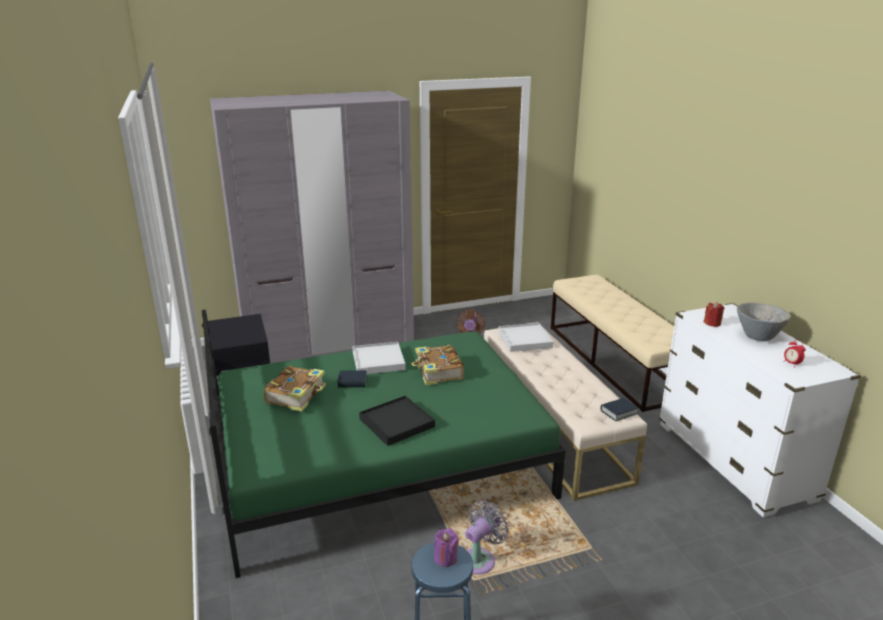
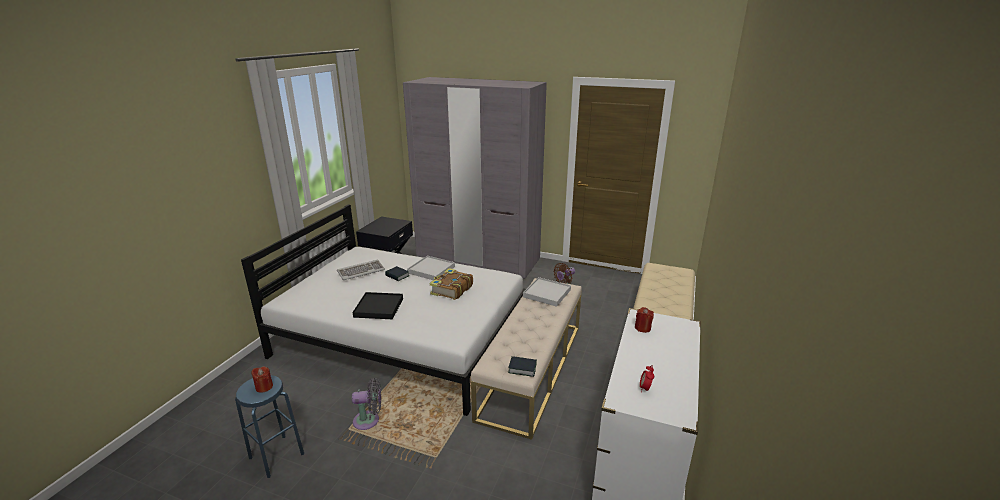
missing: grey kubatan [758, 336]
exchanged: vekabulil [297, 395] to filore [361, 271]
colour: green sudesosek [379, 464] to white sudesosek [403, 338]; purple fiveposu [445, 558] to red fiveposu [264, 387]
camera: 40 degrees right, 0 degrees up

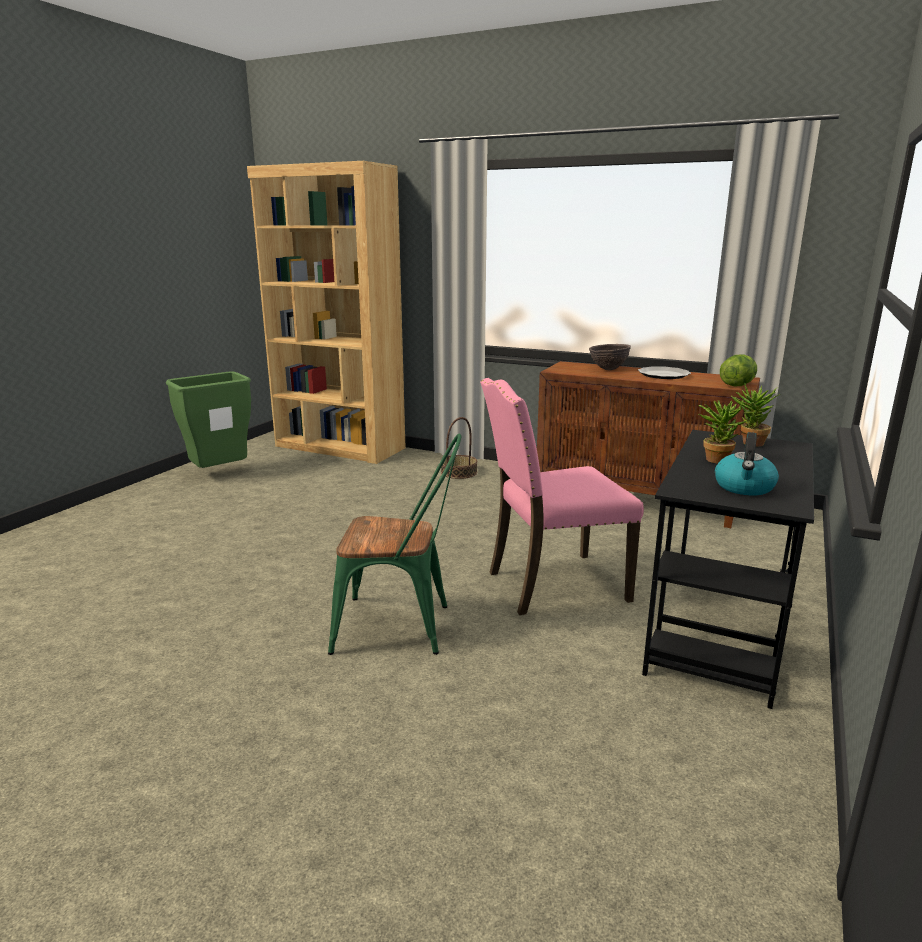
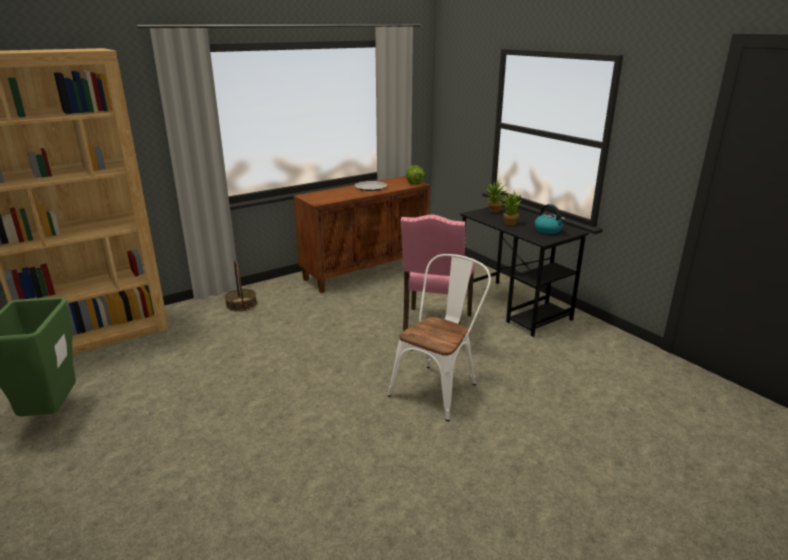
missing: brown kubatan [608, 369]
colour: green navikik [403, 627] to white navikik [438, 387]
camera: 60 degrees left, 5 degrees up

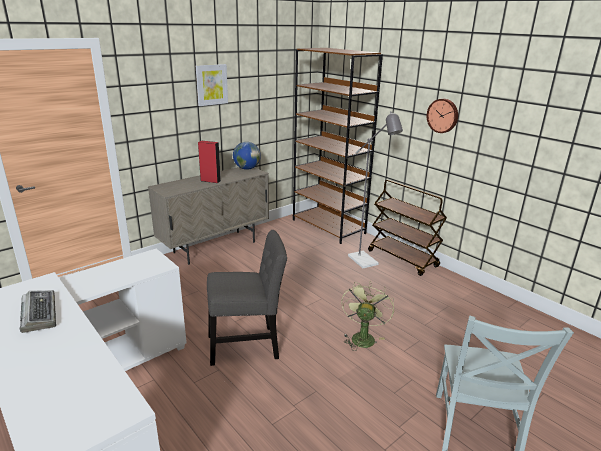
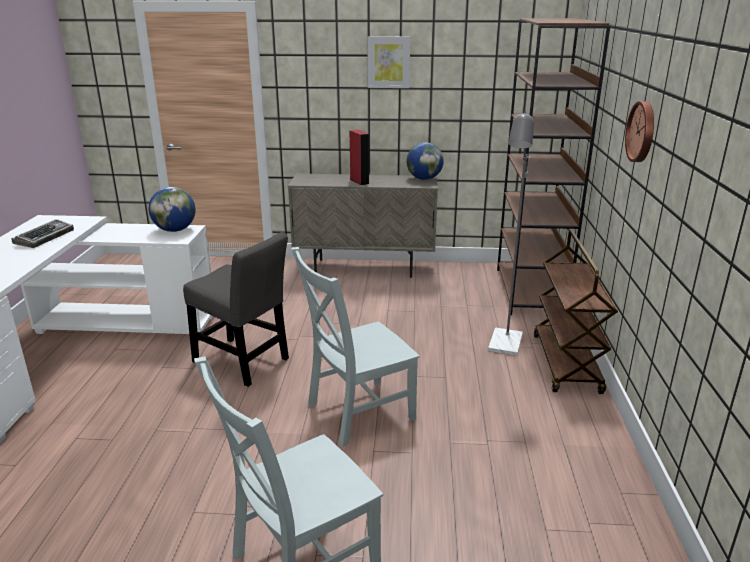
appeared: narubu [175, 230]
exchanged: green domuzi [362, 336] to grey navikik [356, 413]
camera: 45 degrees right, 0 degrees up

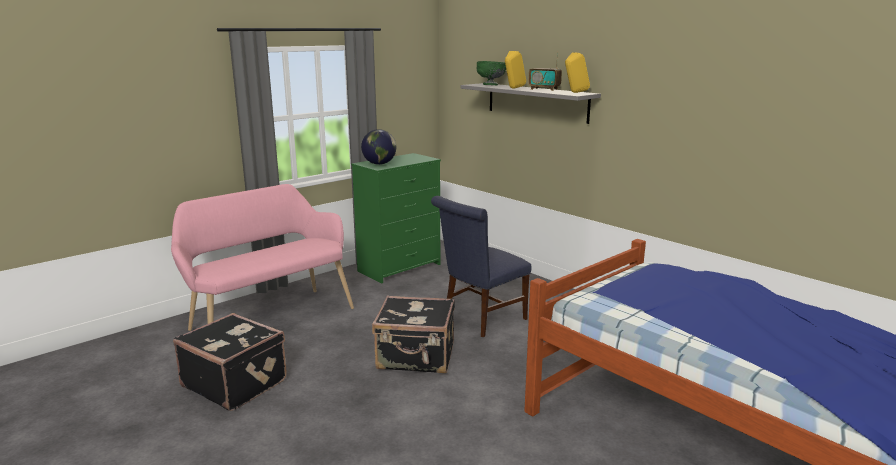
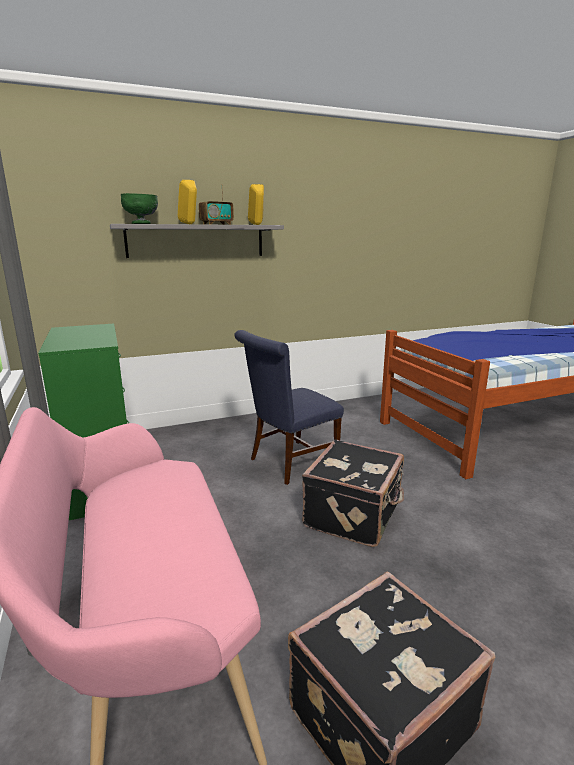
missing: narubu [379, 164]
spun: blue navikik [480, 319] = [289, 463] 75 degrees clockwise
camera: 70 degrees left, 0 degrees up

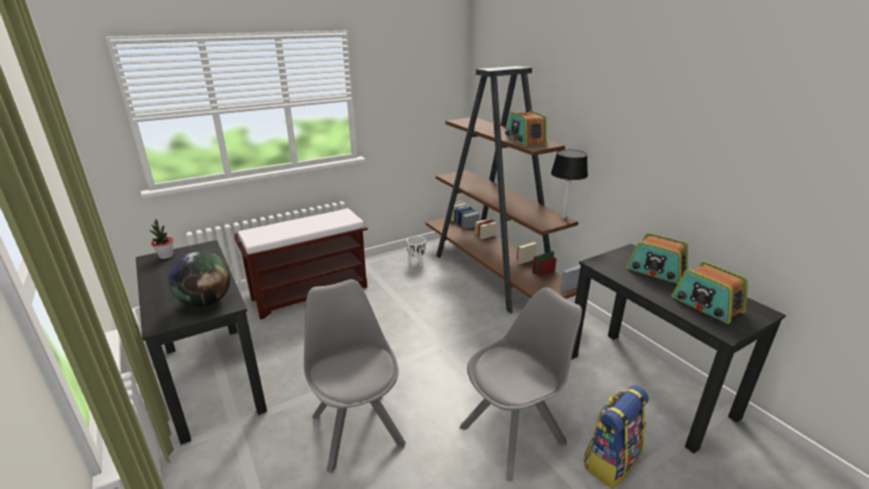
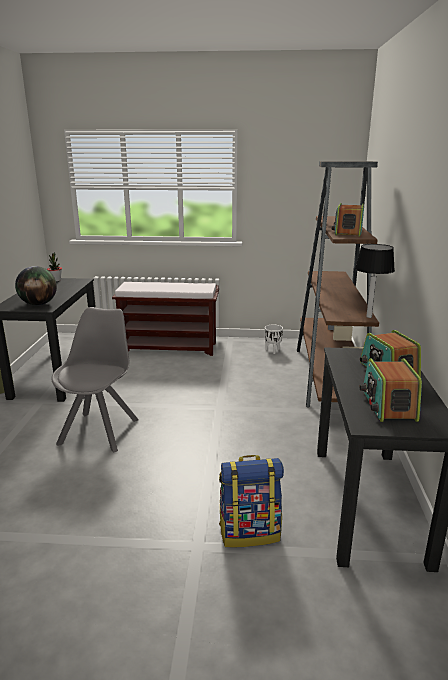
missing: grey navikik [514, 433]
camera: 35 degrees right, 5 degrees down

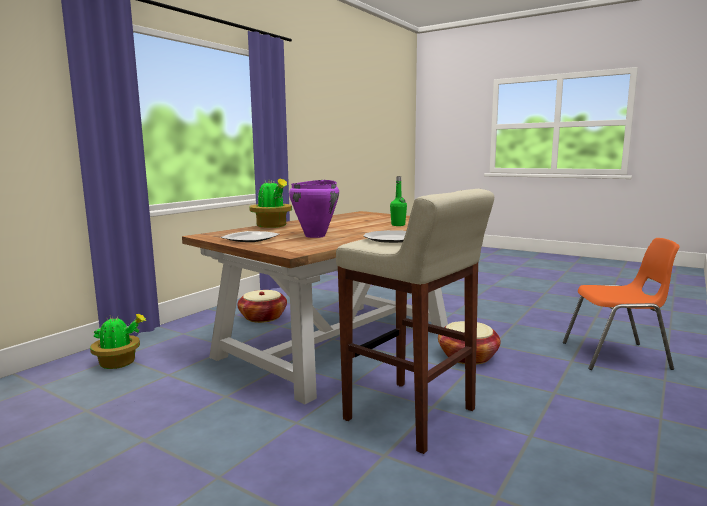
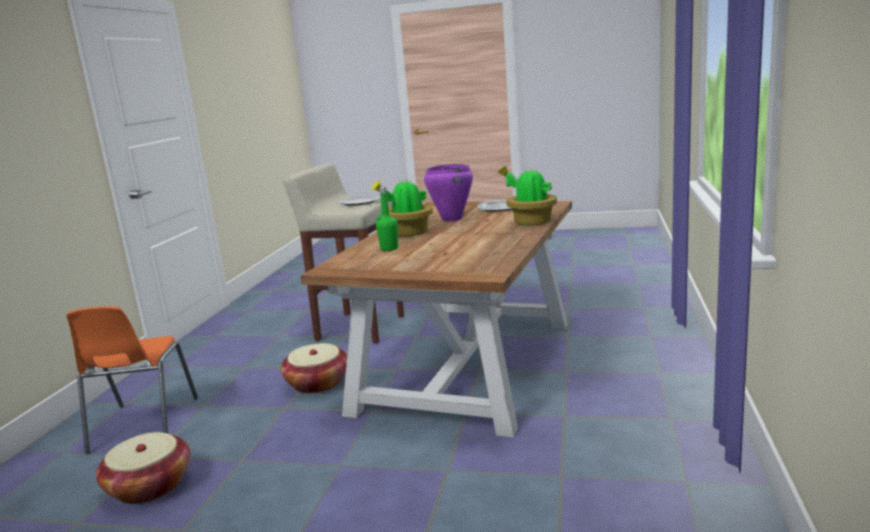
relocated: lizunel [119, 363] to [408, 233]; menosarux [263, 317] to [150, 486]
spun: orange navikik [617, 356] = [142, 425] 75 degrees counterclockwise
camera: 160 degrees right, 5 degrees up

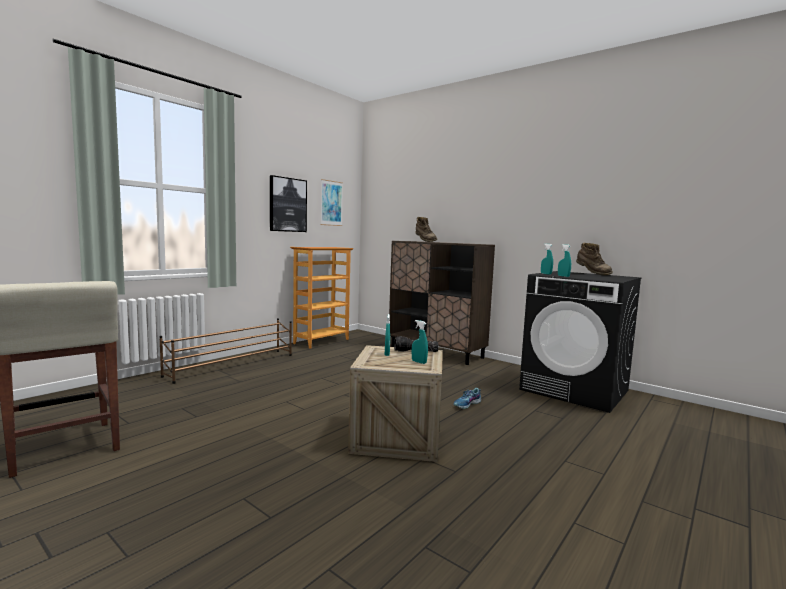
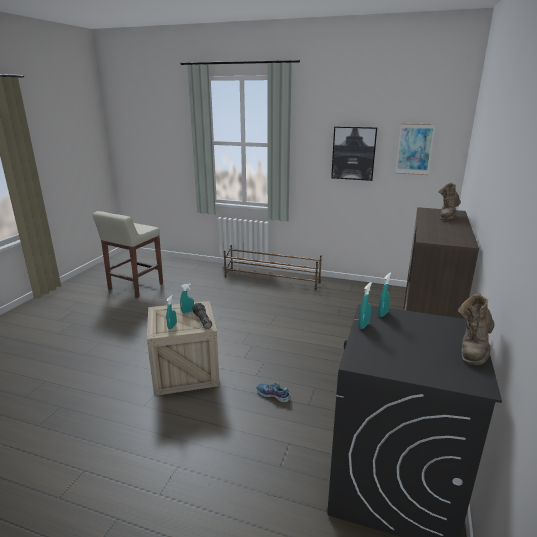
missing: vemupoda [321, 341]
camera: 70 degrees right, 15 degrees up

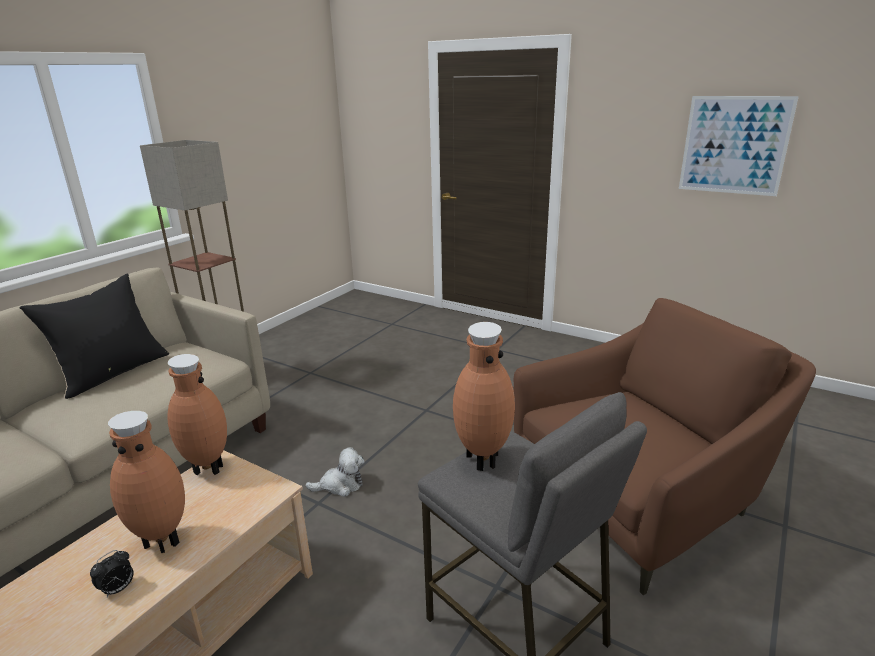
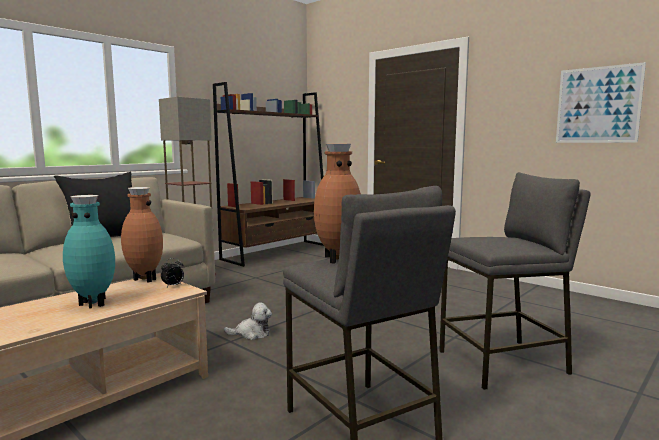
appeared: brown vemupoda [278, 252]
relocated: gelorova [118, 589] to [173, 286]
exchanged: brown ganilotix [641, 497] to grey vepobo [503, 363]
colour: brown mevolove [163, 540] to turquoise mevolove [94, 303]
camera: 10 degrees right, 15 degrees down

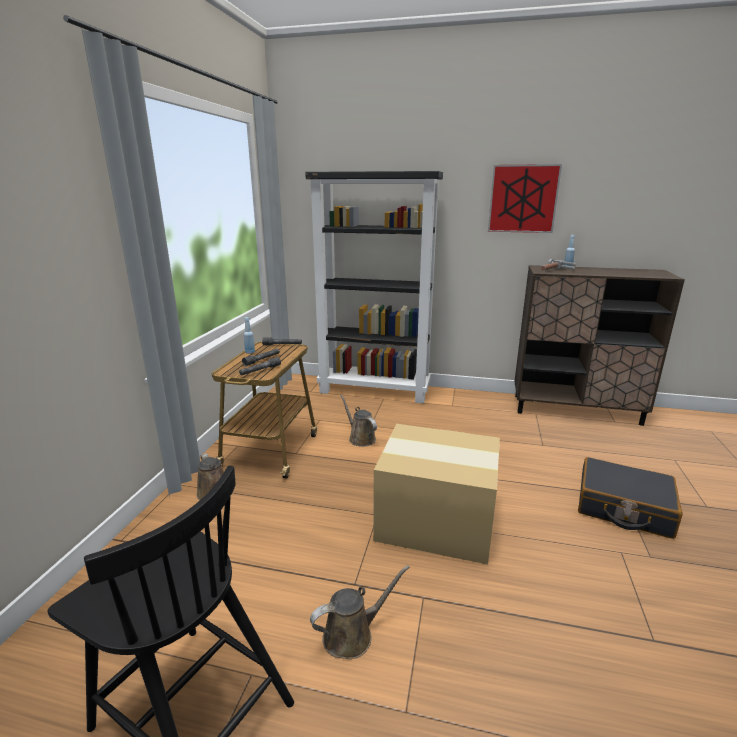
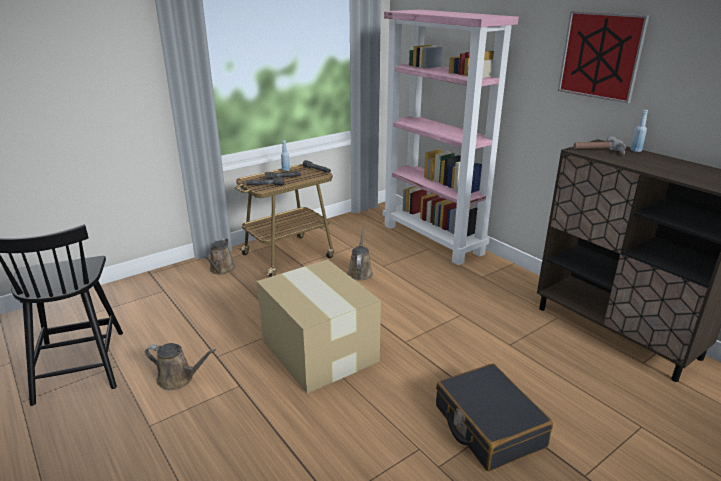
colour: black vemupoda [375, 390] to pink vemupoda [433, 239]
camera: 40 degrees right, 5 degrees up

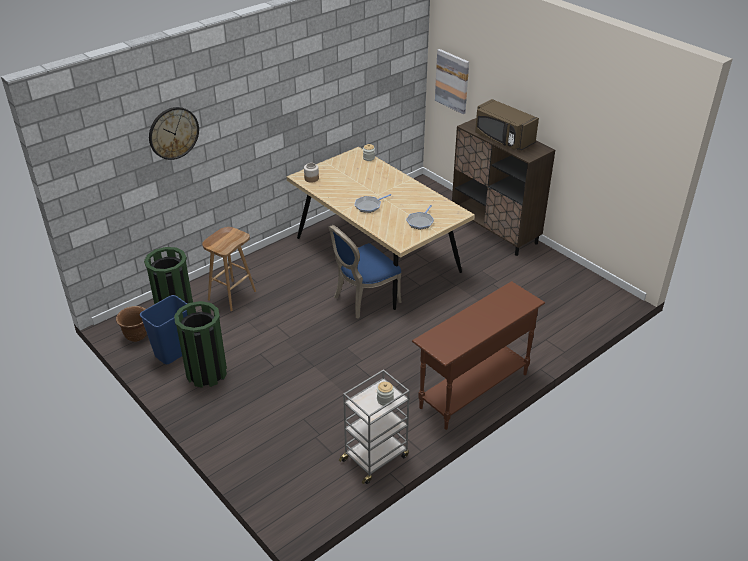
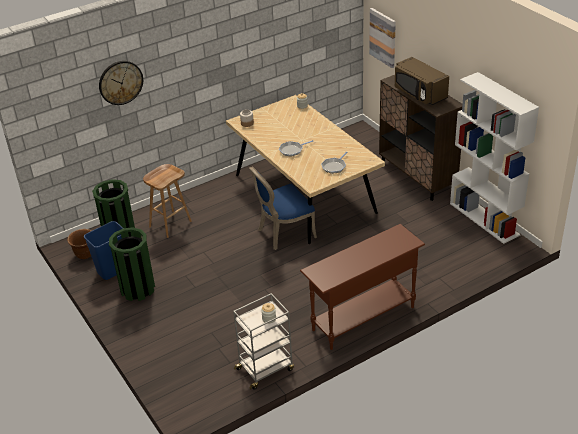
appeared: white vemupoda [485, 219]
camera: 10 degrees right, 0 degrees up

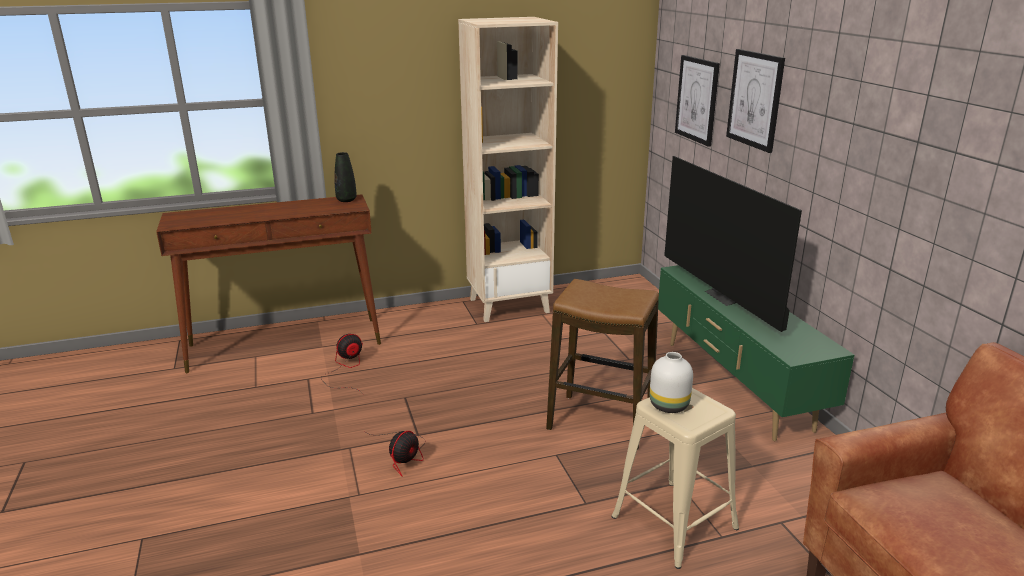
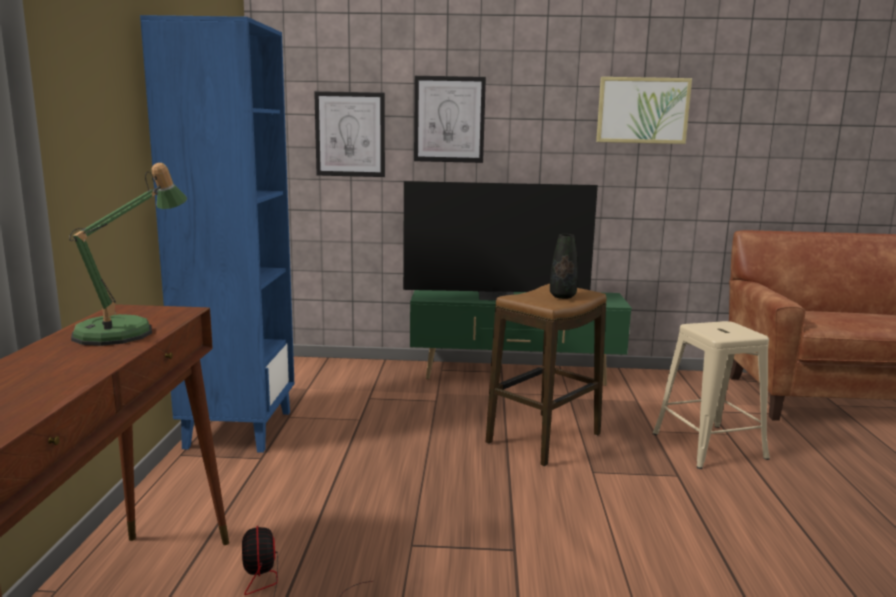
missing: domuzi [403, 455]; white mevolove [669, 406]
appeared: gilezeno [126, 331]; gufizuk [642, 110]
relocated: black mevolove [346, 200] to [562, 296]
colour: beige vemupoda [509, 305] to blue vemupoda [238, 429]
camera: 70 degrees left, 10 degrees down

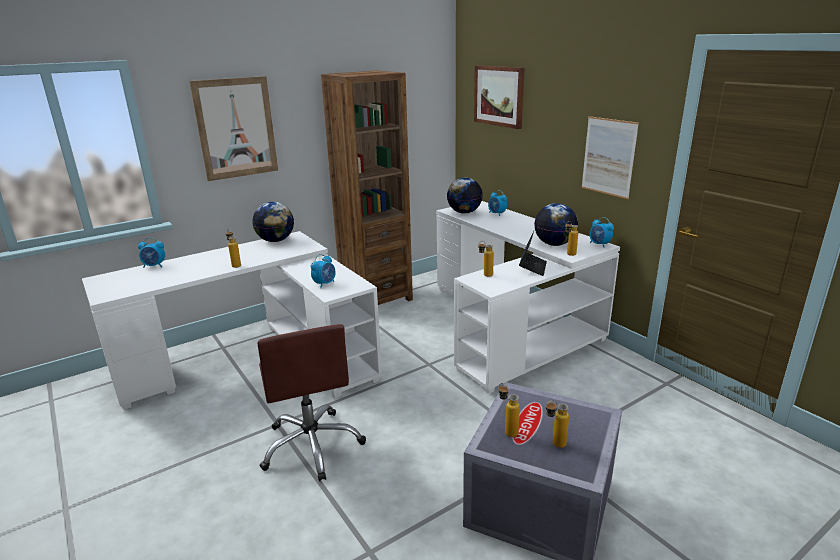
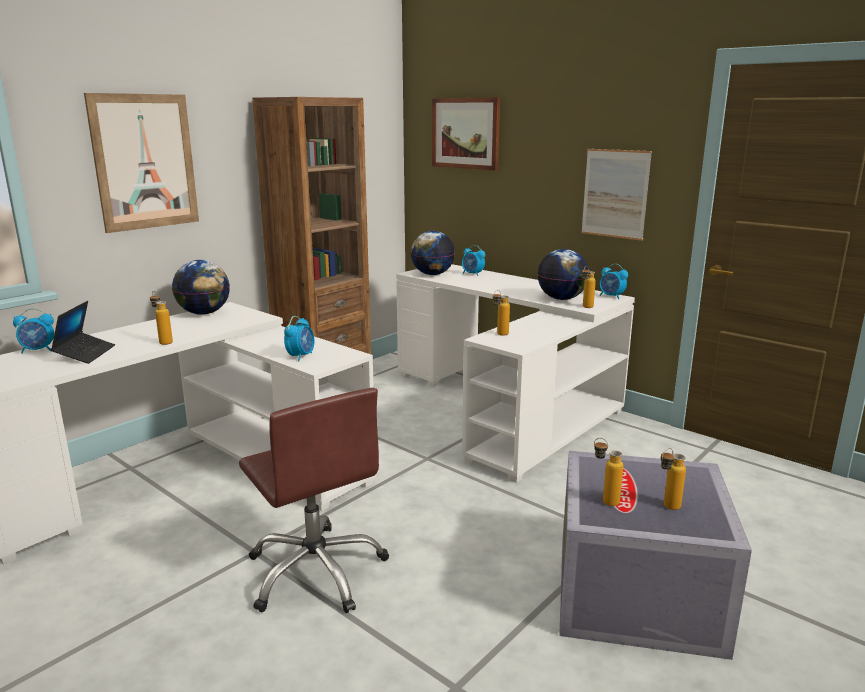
relocated: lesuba [532, 267] to [85, 354]
camera: 15 degrees left, 5 degrees down

